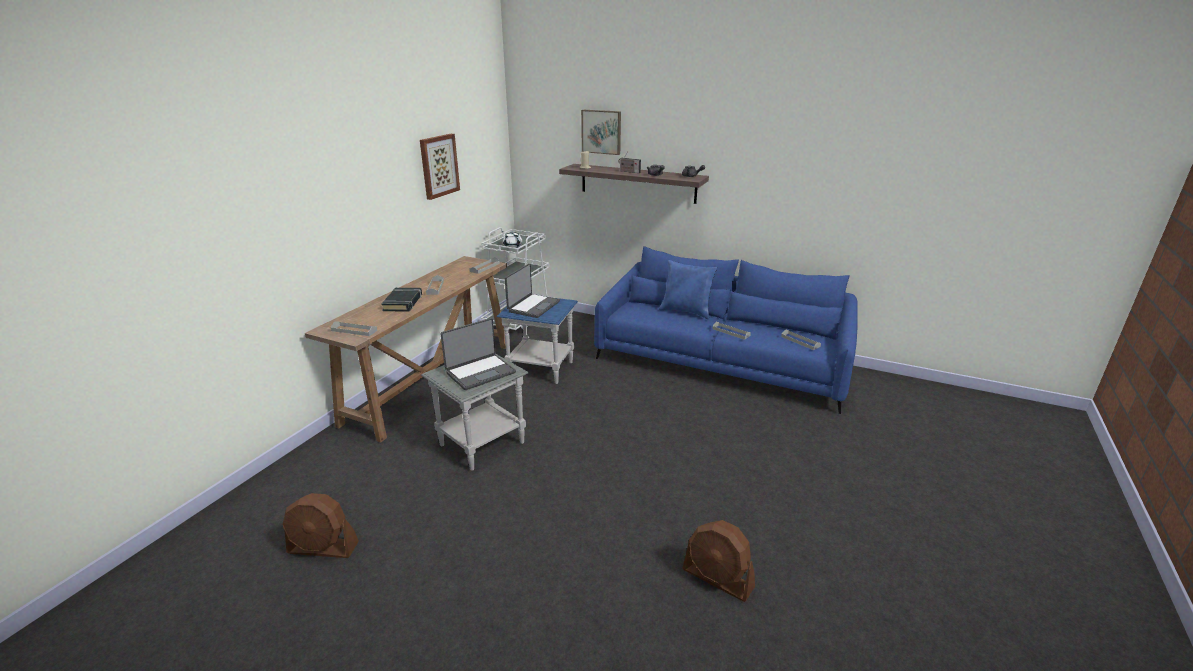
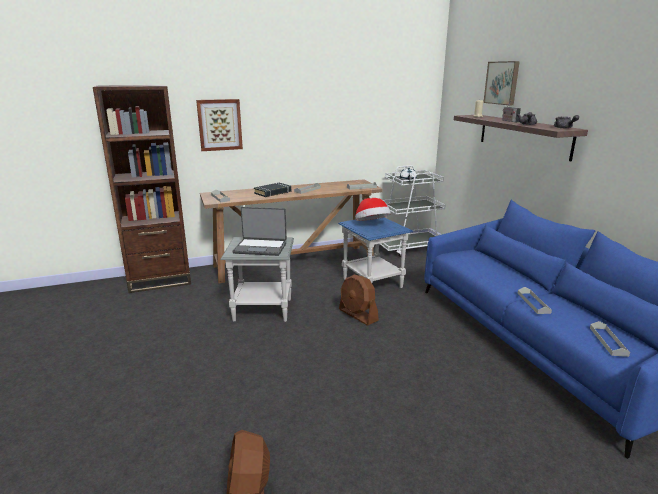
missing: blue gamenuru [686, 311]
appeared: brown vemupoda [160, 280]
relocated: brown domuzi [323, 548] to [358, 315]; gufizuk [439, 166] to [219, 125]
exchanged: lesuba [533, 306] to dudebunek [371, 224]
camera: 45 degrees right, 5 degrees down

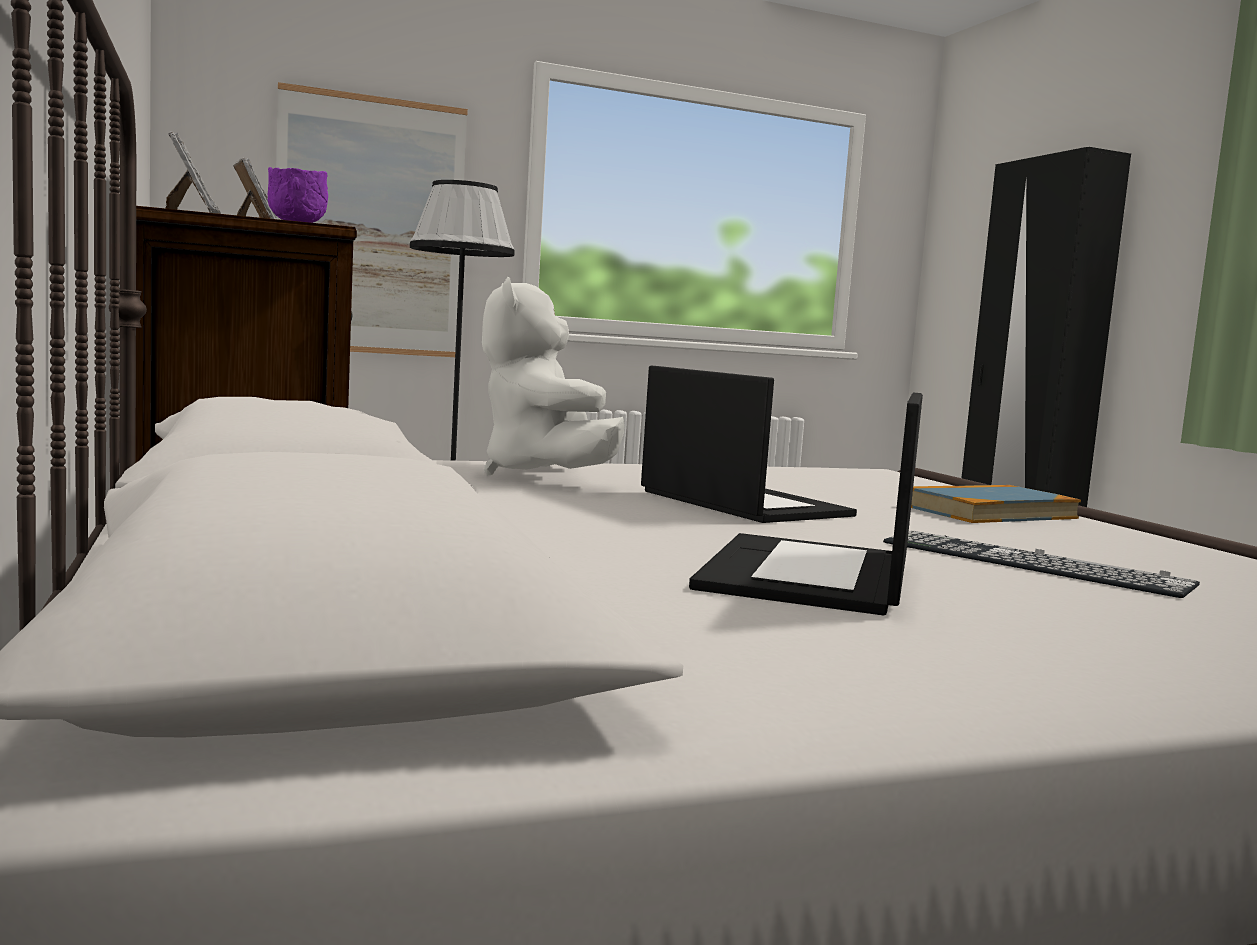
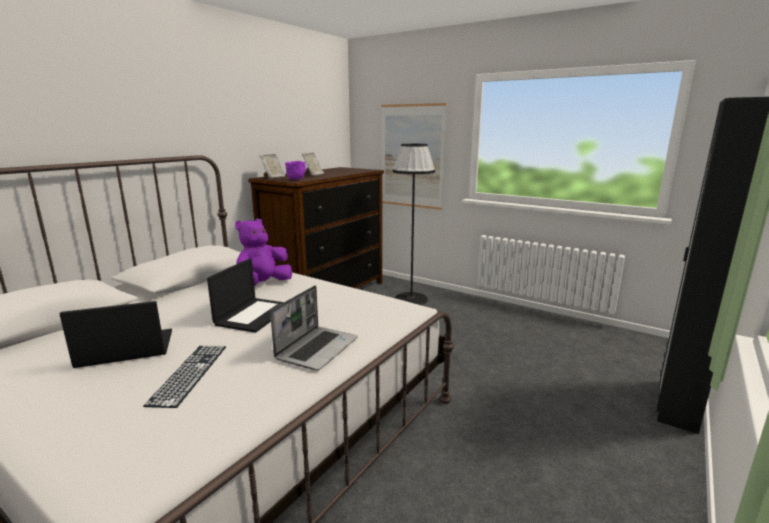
exchanged: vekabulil [989, 512] to lesuba [317, 348]
colour: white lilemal [543, 476] to purple lilemal [263, 285]
camera: 55 degrees right, 10 degrees up

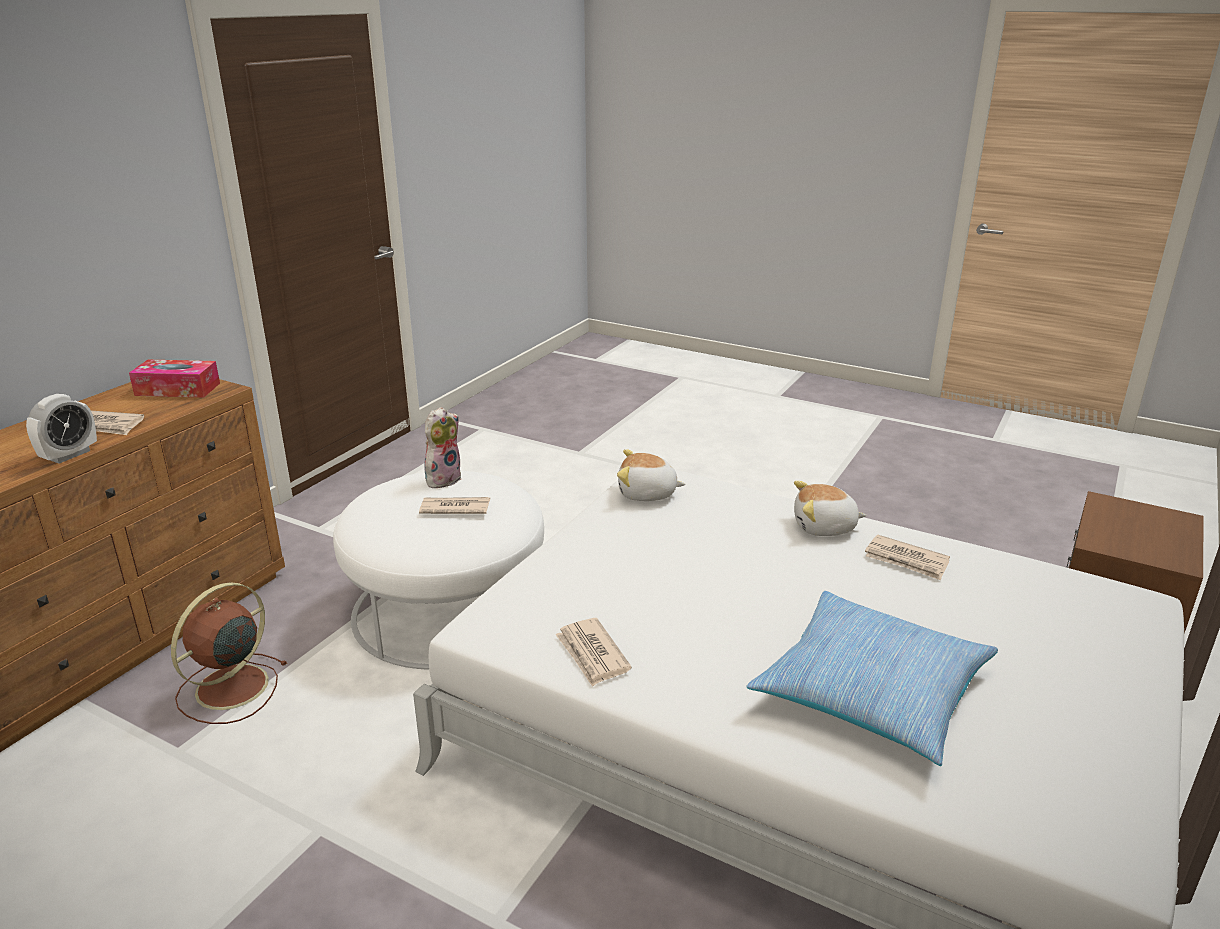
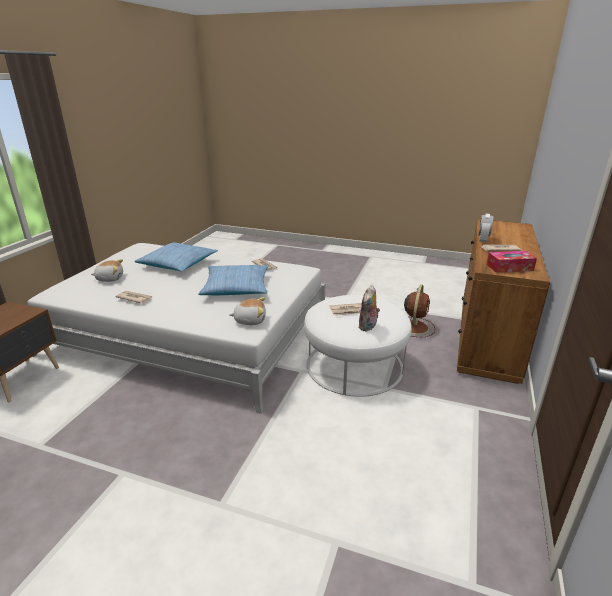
appeared: gamenuru [236, 288]
relocated: lilemal [824, 527] to [110, 278]
camera: 170 degrees right, 0 degrees up

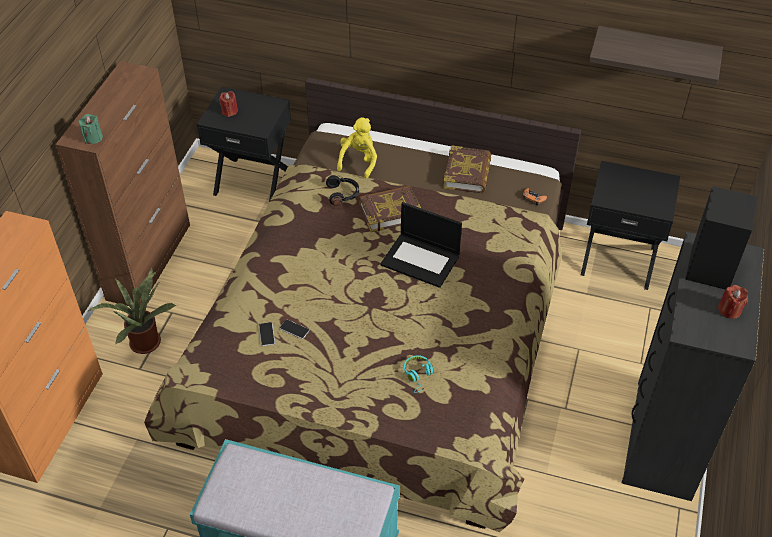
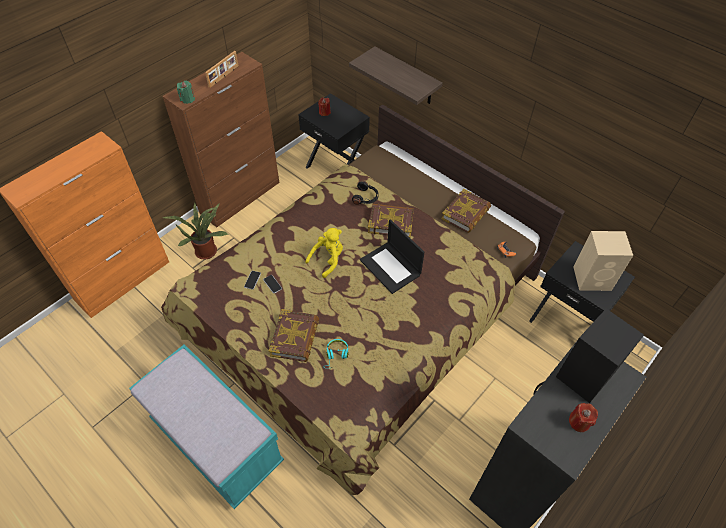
appeared: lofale [224, 76]; vekabulil [295, 338]; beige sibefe [593, 278]
relocated: yellow lilemal [359, 161] to [328, 259]; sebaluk [655, 53] to [406, 77]
camera: 25 degrees right, 5 degrees up

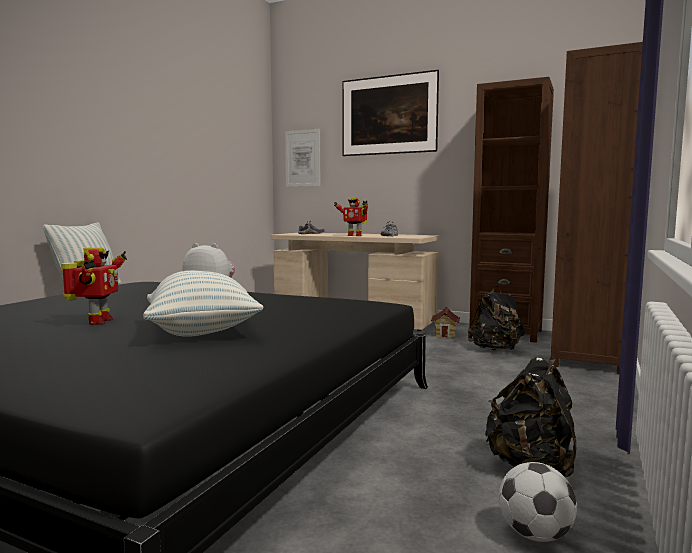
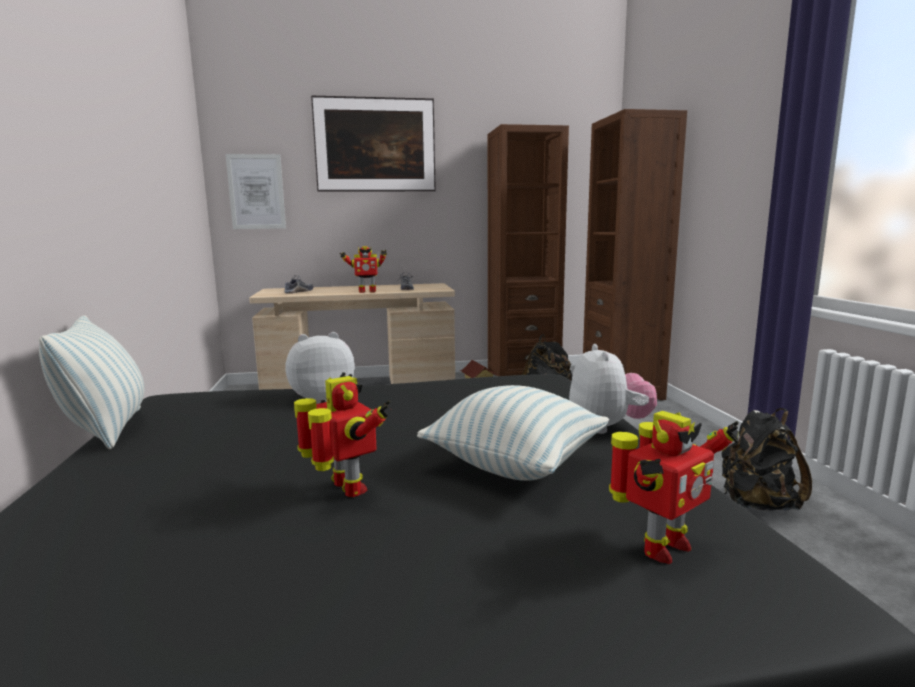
missing: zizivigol [535, 534]
appeared: lilemal [608, 427]; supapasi [661, 548]
camera: 35 degrees left, 5 degrees up

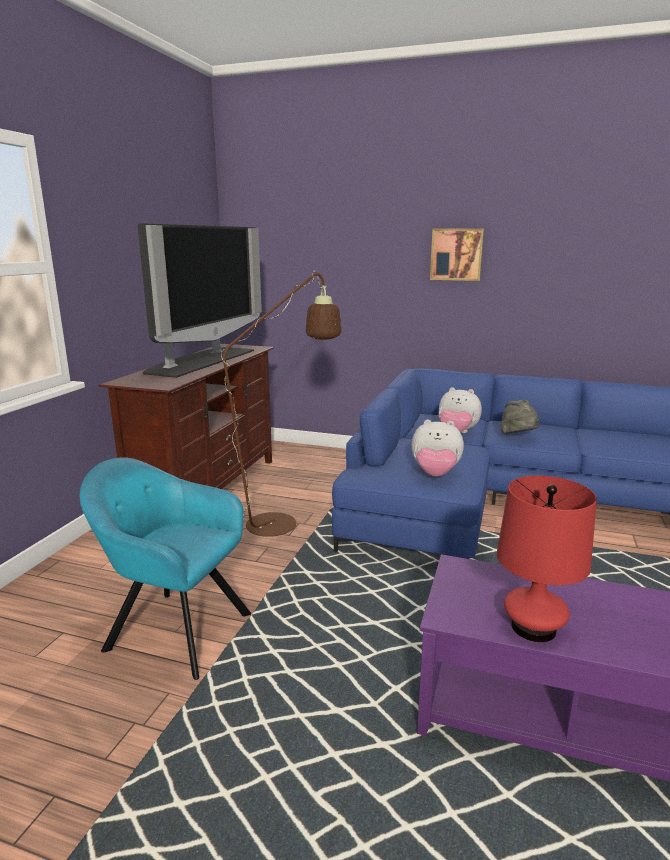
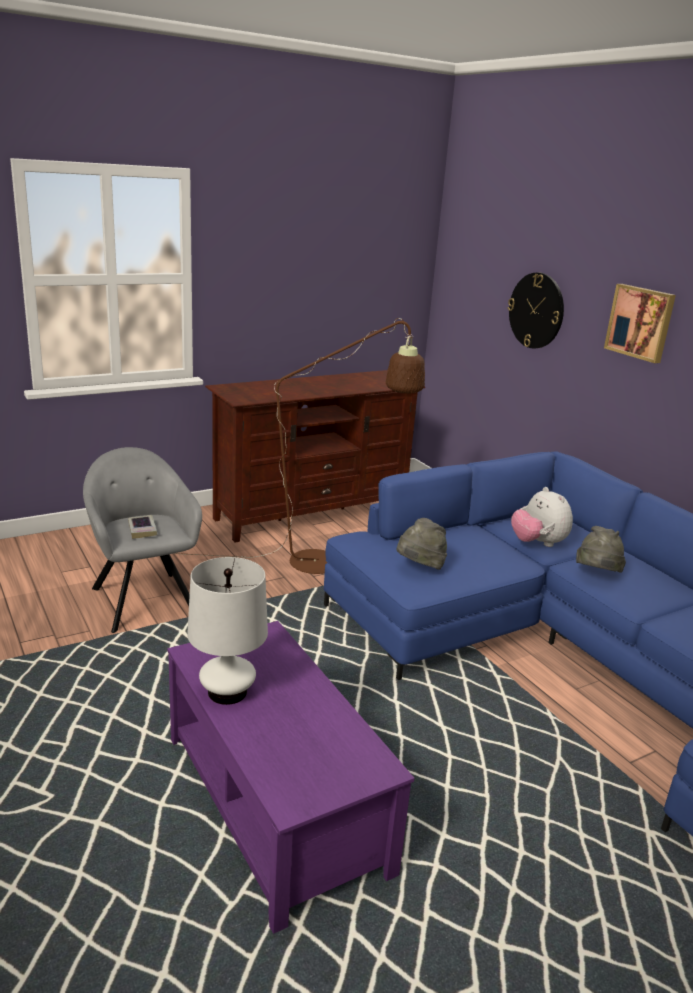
missing: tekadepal [201, 361]
appeared: vekabulil [142, 530]; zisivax [536, 310]
exchanged: lilemal [435, 474] to grey dudebunek [420, 567]
colour: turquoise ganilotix [174, 629] to grey ganilotix [143, 598]; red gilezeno [533, 628] to white gilezeno [227, 692]
camera: 40 degrees right, 5 degrees up

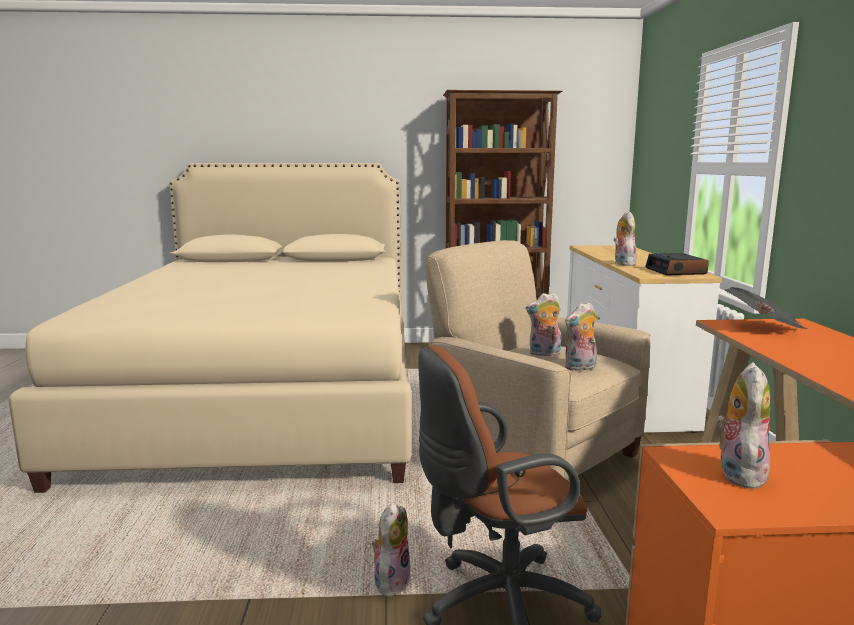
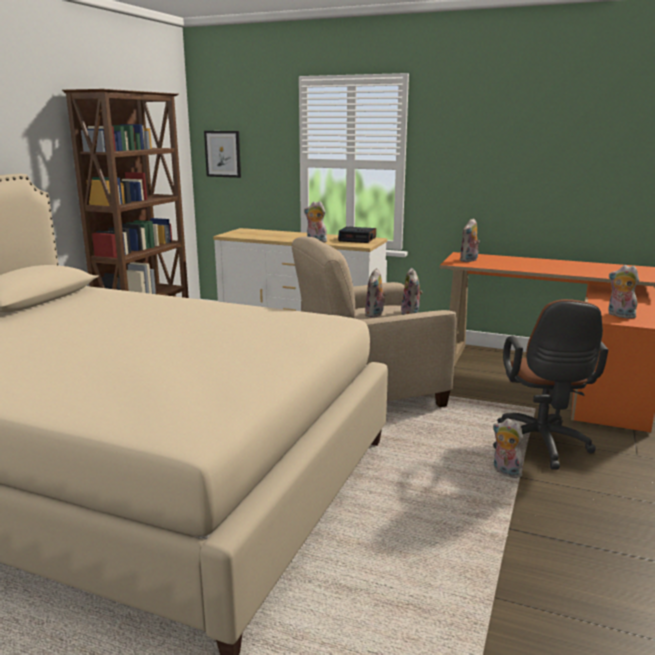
appeared: gufizuk [223, 154]
exchanged: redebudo [764, 328] to lilemal [469, 260]
camera: 65 degrees left, 5 degrees up

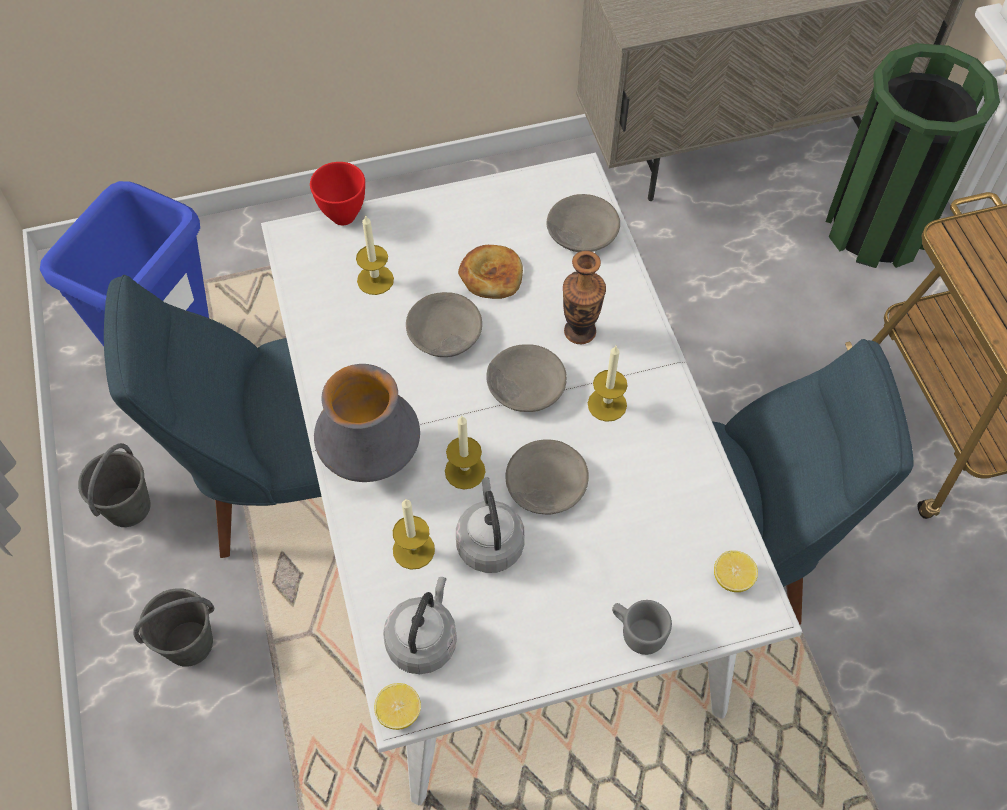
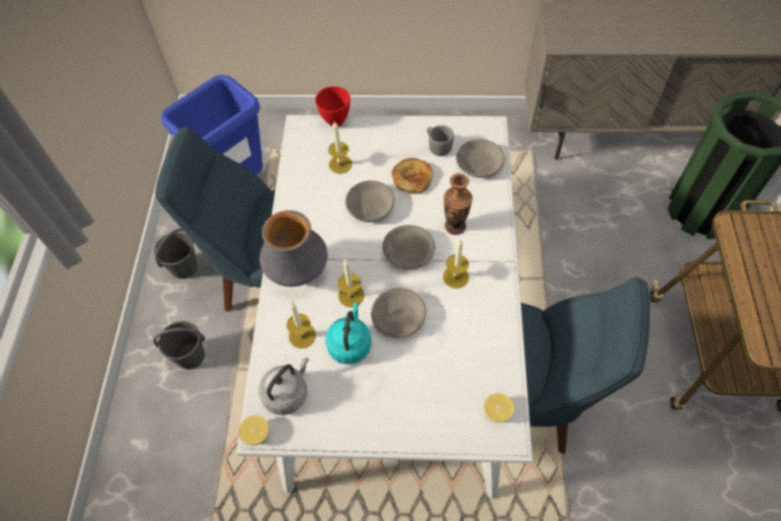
relocated: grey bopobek [637, 631] to [438, 146]
colour: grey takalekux [489, 542] to turquoise takalekux [350, 344]
camera: 20 degrees right, 0 degrees up

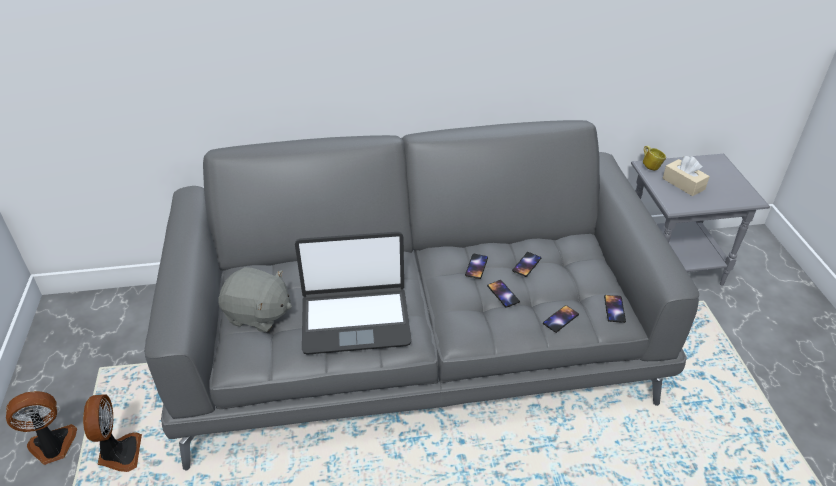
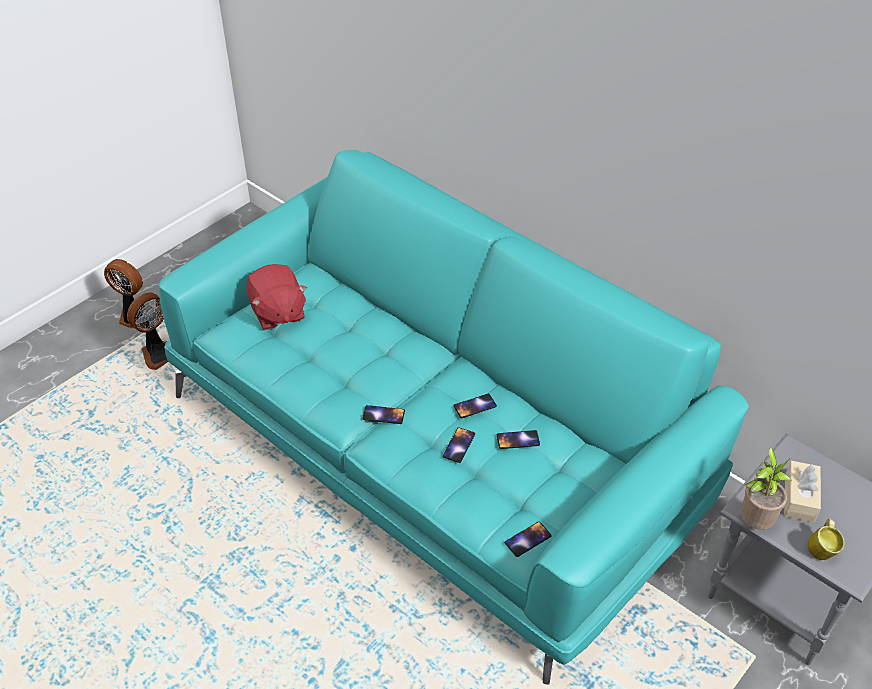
missing: lesuba [355, 320]
appeared: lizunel [754, 522]
relocated: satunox [560, 319] to [383, 415]; bopobek [650, 166] to [822, 549]
colour: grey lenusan [417, 341] to turquoise lenusan [435, 447]; grey lilemal [258, 315] to red lilemal [277, 313]
camera: 50 degrees right, 5 degrees up

